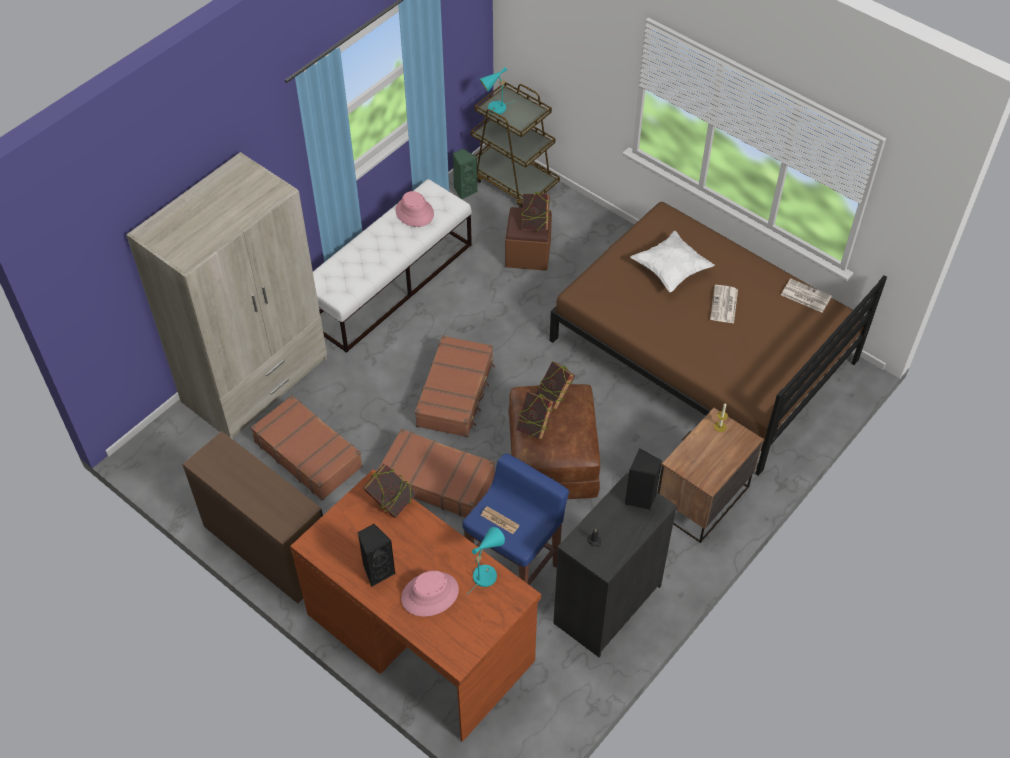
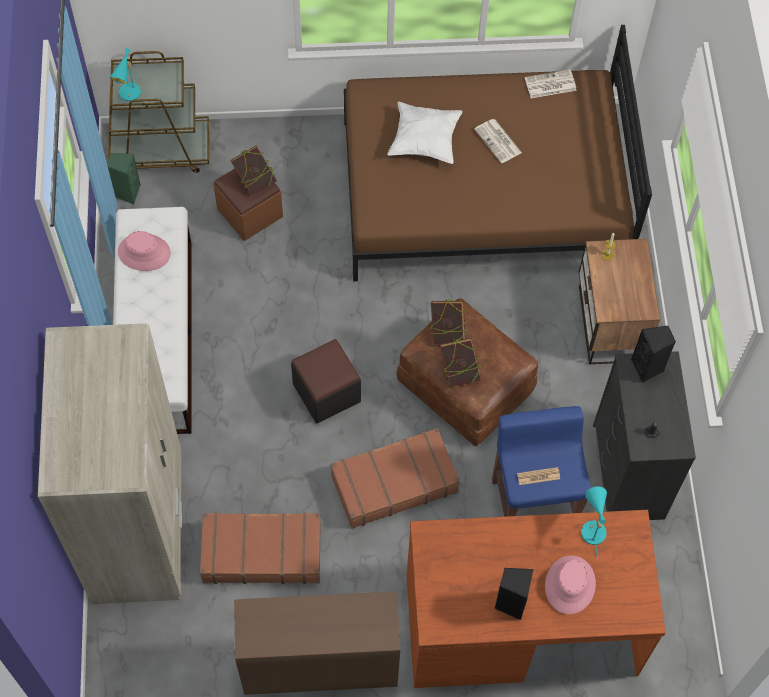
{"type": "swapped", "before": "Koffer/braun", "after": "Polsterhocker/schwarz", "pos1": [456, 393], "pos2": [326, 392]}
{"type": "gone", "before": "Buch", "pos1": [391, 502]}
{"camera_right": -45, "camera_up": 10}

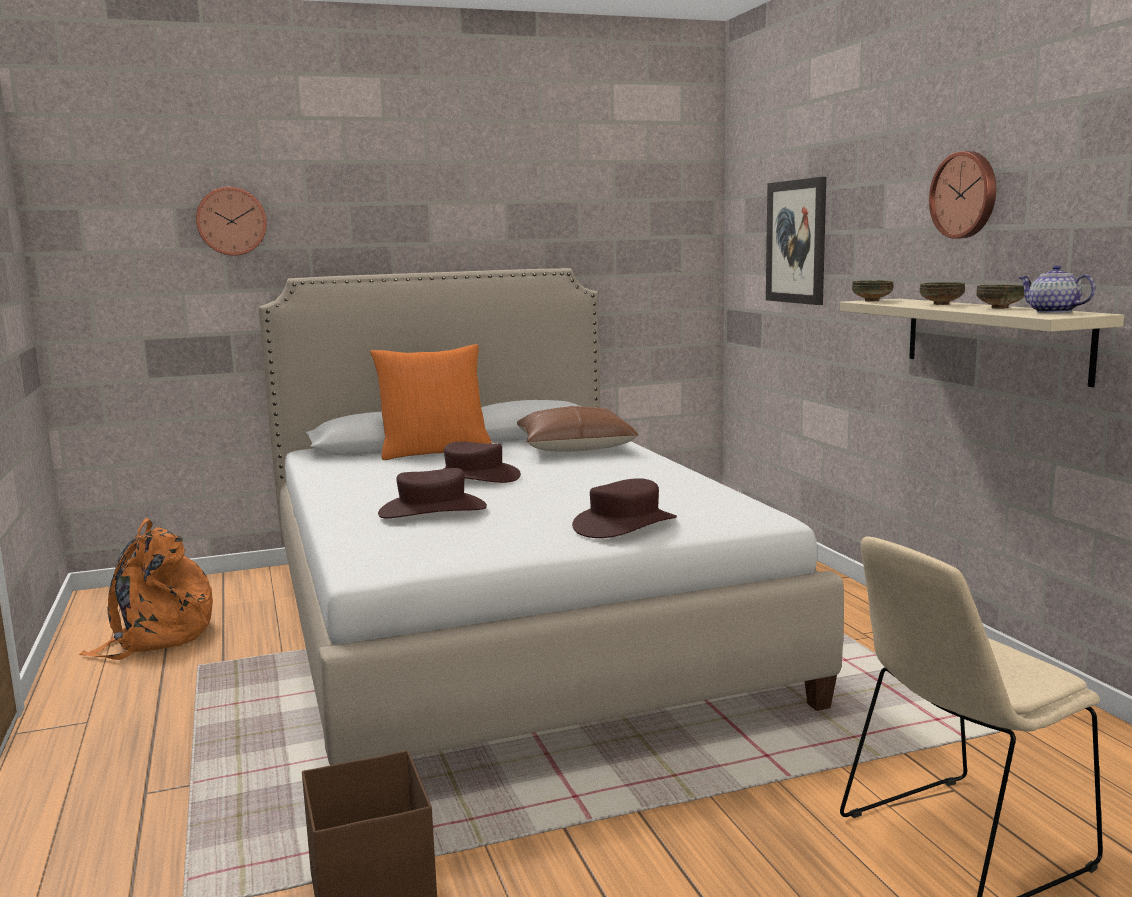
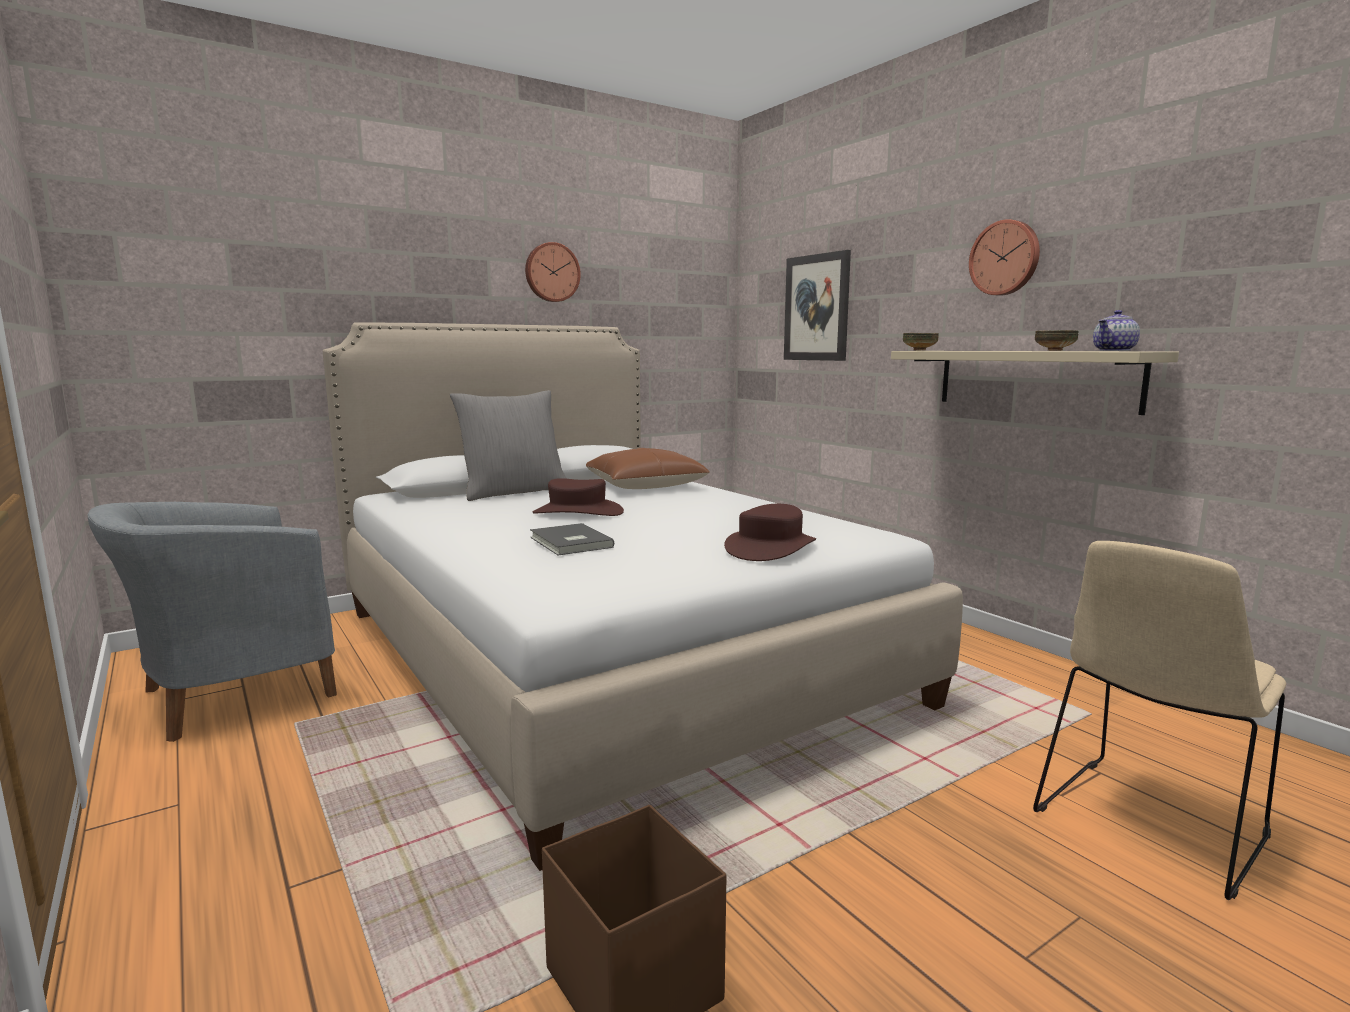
{"type": "shifted", "before": "Wanduhr", "pos1": [231, 221], "pos2": [551, 272]}
{"type": "rotated", "before": "Teekanne", "pos1": [1052, 312], "pos2": [1114, 350], "turn": -75}
{"type": "gone", "before": "Schüssel", "pos1": [942, 304]}
{"type": "repainted", "before": "Kissen/orange", "after": "Kissen/grau", "pos1": [434, 451], "pos2": [513, 492]}
{"type": "swapped", "before": "Hut/braun", "after": "Buch/grau", "pos1": [432, 510], "pos2": [569, 543]}
{"type": "swapped", "before": "Rucksack/orange", "after": "Sessel/grau", "pos1": [155, 636], "pos2": [230, 695]}
{"camera_right": -15, "camera_up": 0}

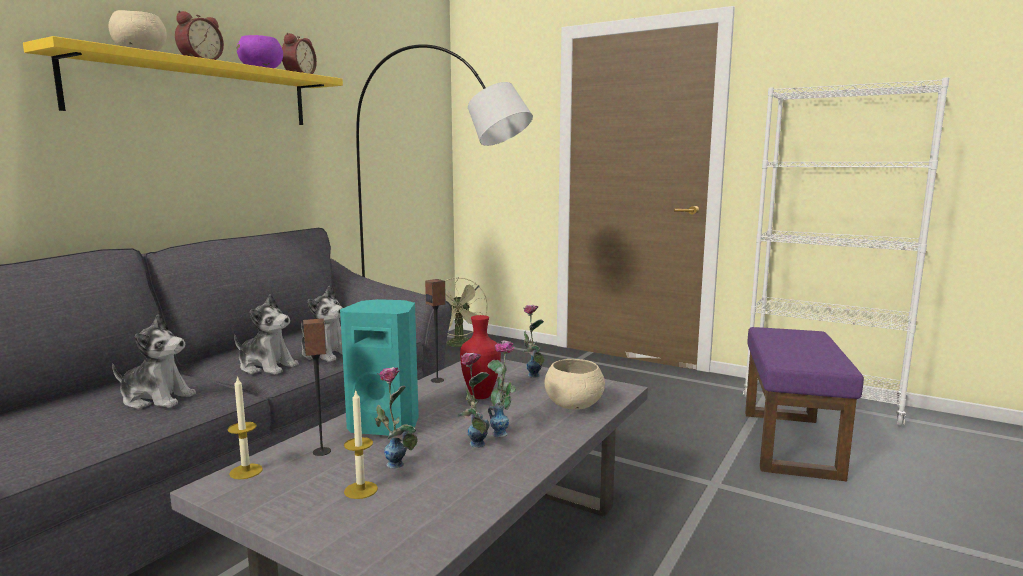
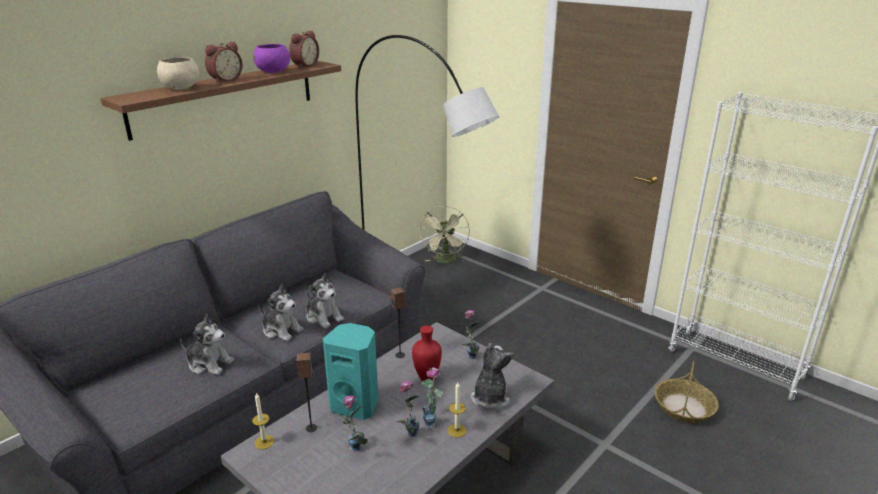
{"type": "repainted", "before": "Wandregal/gelb", "after": "Wandregal/braun", "pos1": [198, 92], "pos2": [225, 97]}
{"type": "swapped", "before": "Polsterhocker/lila", "after": "Korb", "pos1": [788, 442], "pos2": [683, 407]}
{"type": "swapped", "before": "Schüssel/beige", "after": "Plüschtier", "pos1": [573, 406], "pos2": [490, 397]}
{"type": "shifted", "before": "Kerze", "pos1": [361, 490], "pos2": [456, 430]}
{"camera_right": 10, "camera_up": 15}

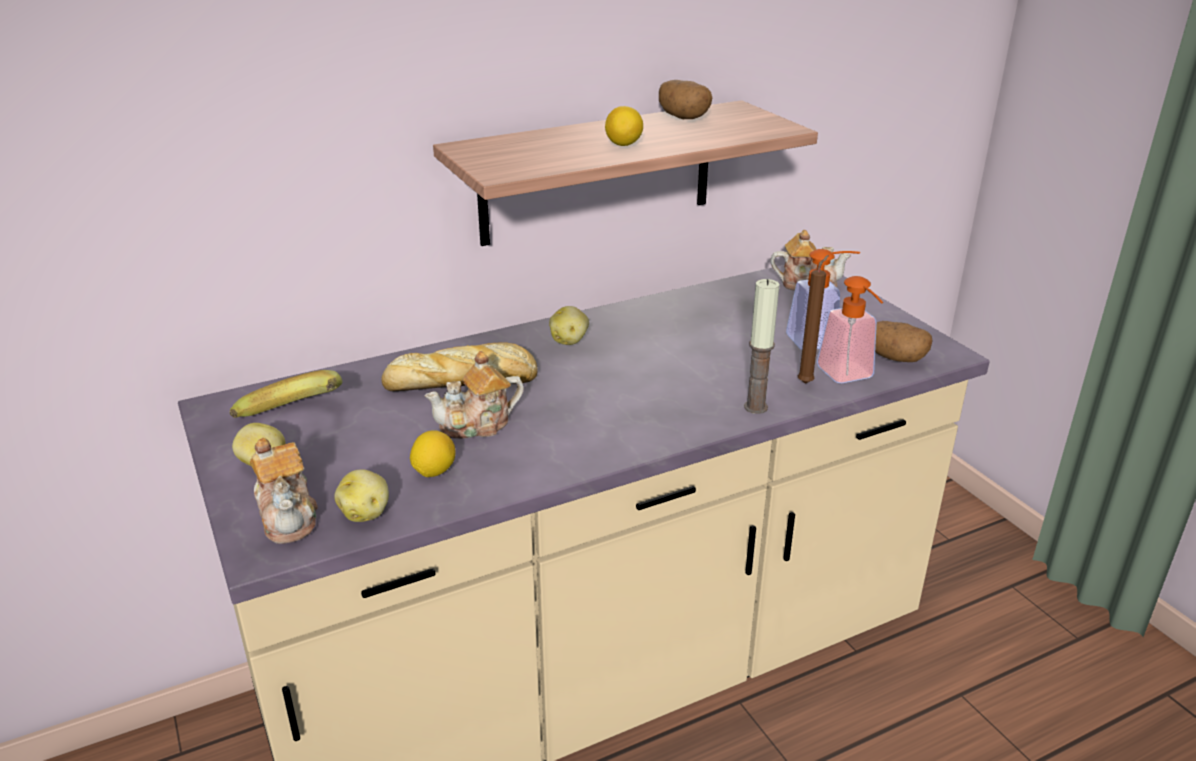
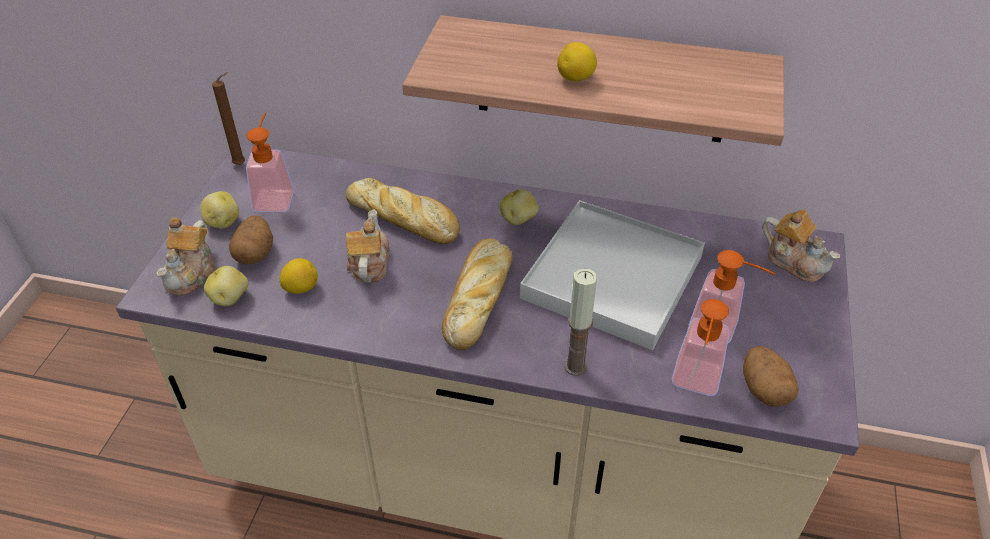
{"type": "shifted", "before": "Kartoffel", "pos1": [683, 118], "pos2": [255, 253]}
{"type": "shifted", "before": "Kerze/braun", "pos1": [807, 382], "pos2": [241, 164]}
{"type": "rotated", "before": "Teekanne", "pos1": [477, 425], "pos2": [369, 264], "turn": 75}
{"type": "swapped", "before": "Banane", "after": "Seifenspender", "pos1": [295, 420], "pos2": [275, 196]}
{"type": "new", "after": "Tablett/weiß", "pos2": [612, 278]}
{"type": "new", "after": "Brot", "pos2": [478, 297]}
{"camera_right": 40, "camera_up": 15}

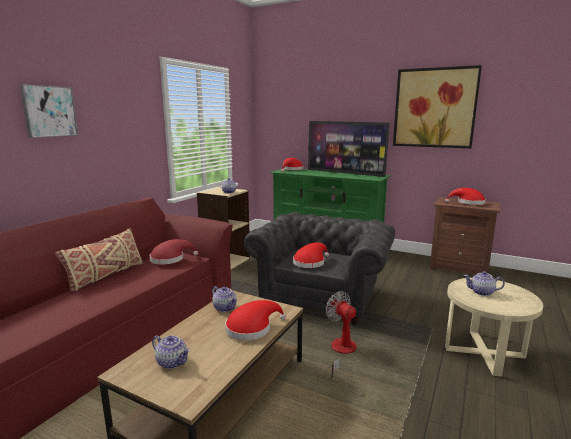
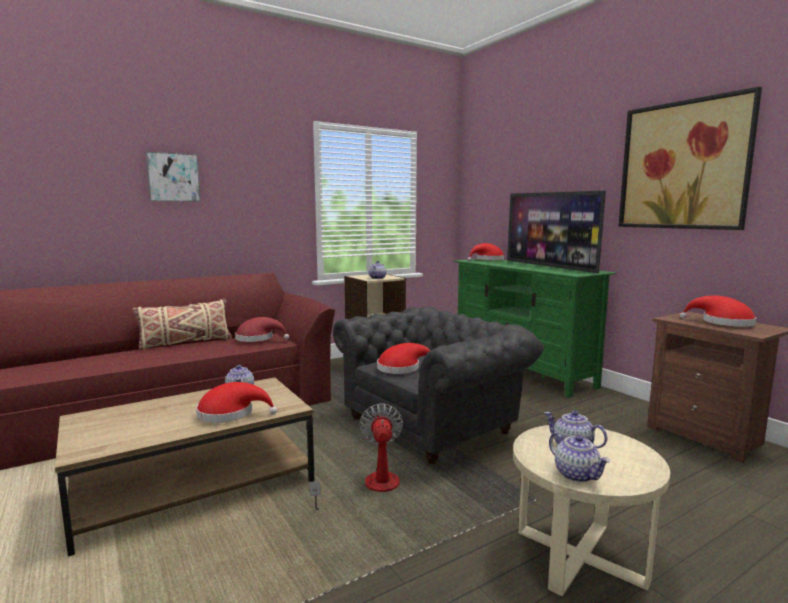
{"type": "shifted", "before": "Teekanne", "pos1": [172, 362], "pos2": [577, 475]}
{"camera_right": 30, "camera_up": -5}

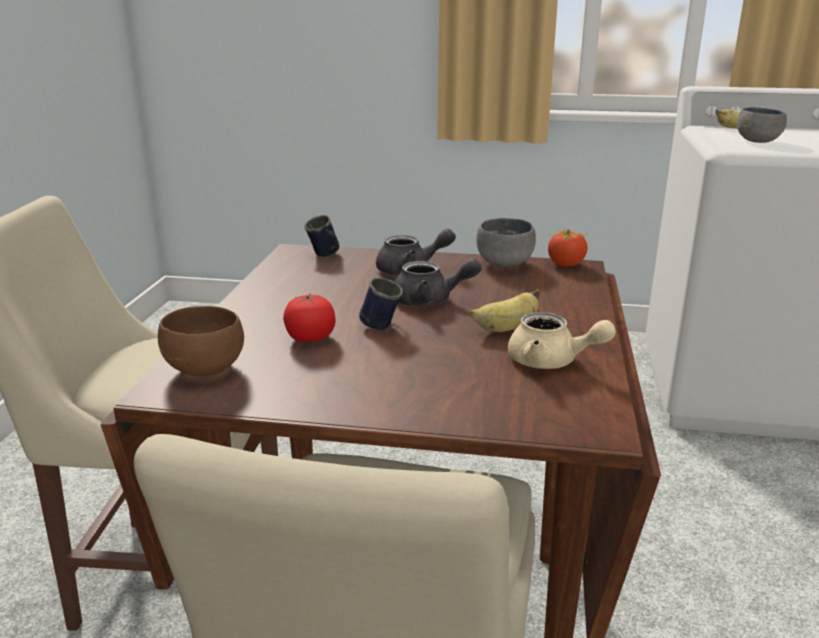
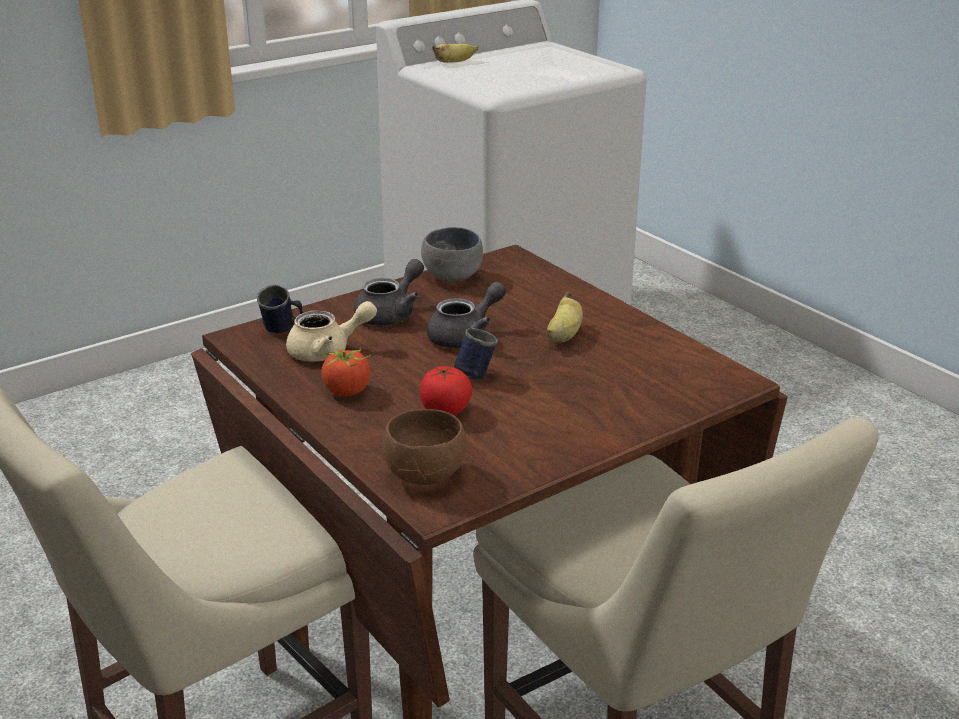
{"type": "gone", "before": "Schüssel/grau", "pos1": [759, 141]}
{"type": "shifted", "before": "Tomate", "pos1": [566, 264], "pos2": [347, 391]}
{"type": "shifted", "before": "Teekanne/beige", "pos1": [551, 362], "pos2": [328, 351]}
{"camera_right": -45, "camera_up": 5}

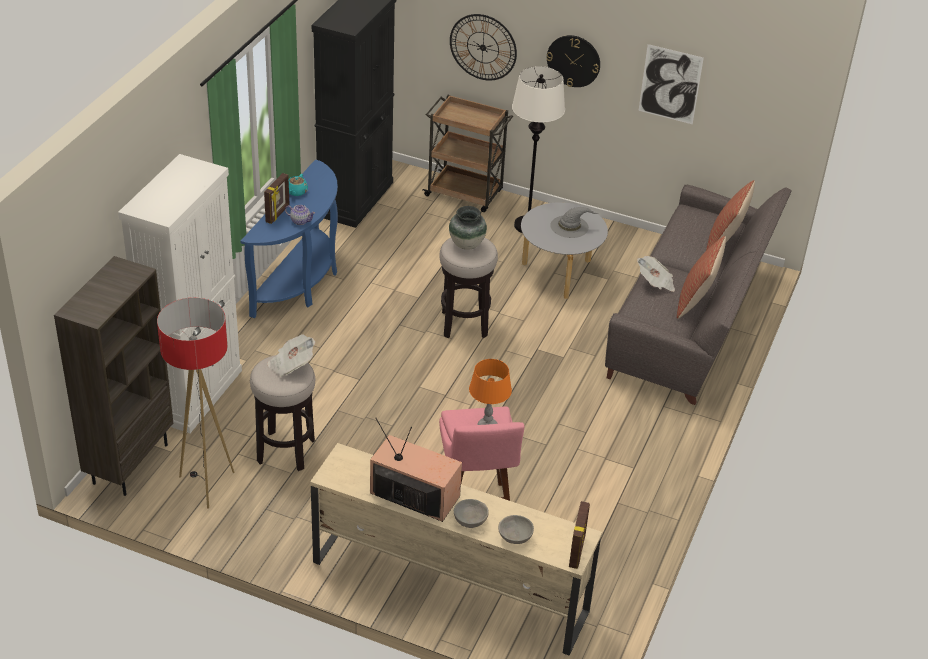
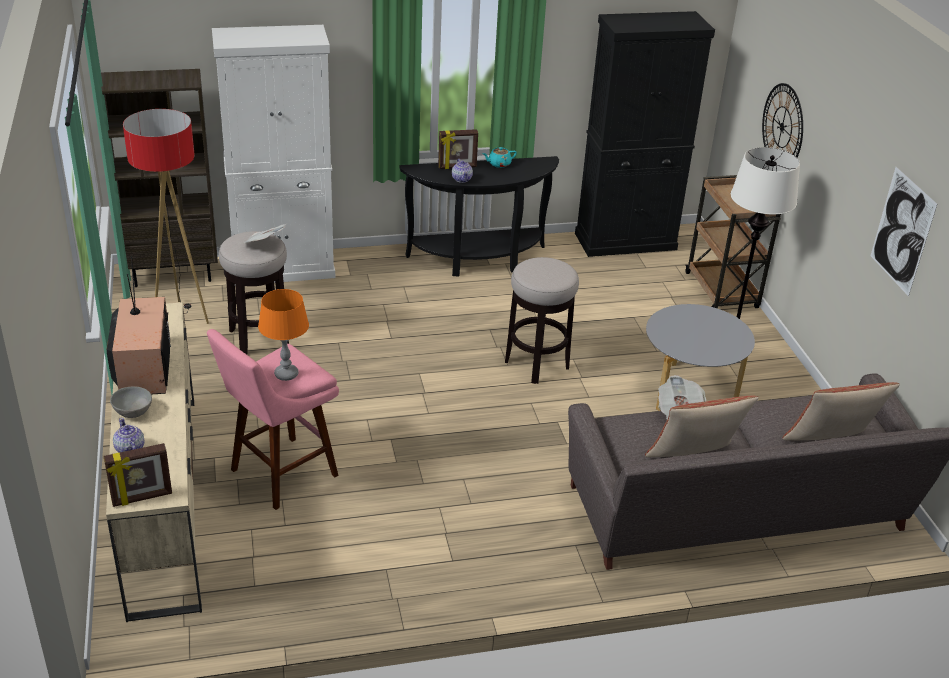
{"type": "gone", "before": "Wanduhr", "pos1": [573, 60]}
{"type": "repainted", "before": "Konsolentisch/blau", "after": "Konsolentisch/schwarz", "pos1": [301, 283], "pos2": [479, 260]}
{"type": "gone", "before": "Vase", "pos1": [467, 245]}
{"type": "gone", "before": "Hut/grau", "pos1": [570, 226]}
{"type": "swapped", "before": "Schüssel/grau", "after": "Teekanne", "pos1": [515, 538], "pos2": [129, 449]}
{"camera_right": 55, "camera_up": -5}

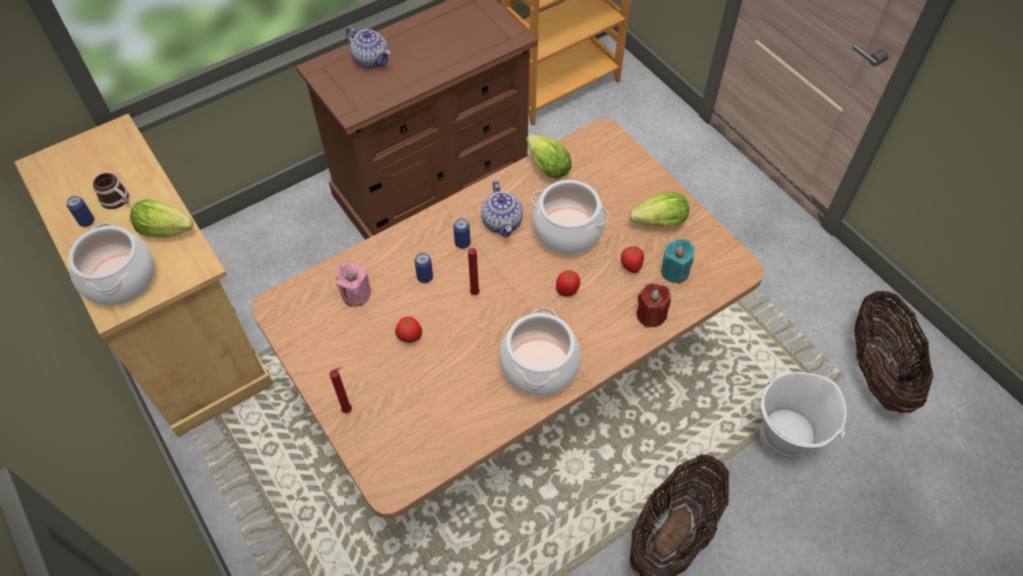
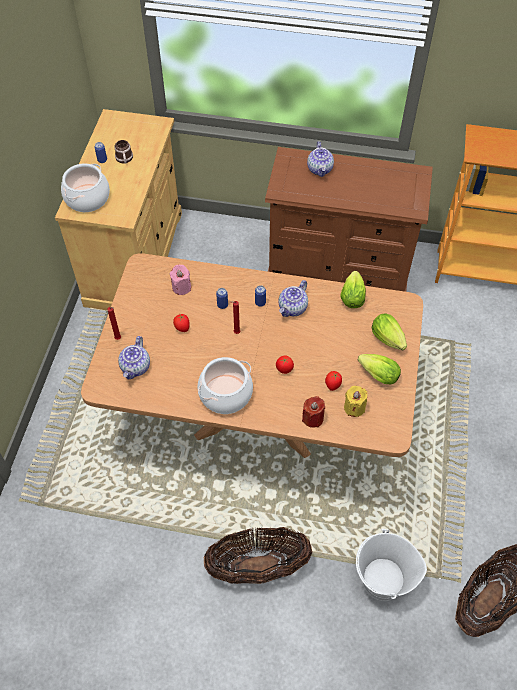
{"type": "gone", "before": "Kochtopf", "pos1": [568, 231]}
{"type": "shifted", "before": "Salatkopf", "pos1": [169, 231], "pos2": [389, 340]}
{"type": "repainted", "before": "Kerze/türkis", "after": "Kerze/gelb", "pos1": [675, 271], "pos2": [354, 407]}
{"type": "new", "after": "Teekanne", "pos2": [136, 367]}
{"camera_right": 45, "camera_up": 0}

